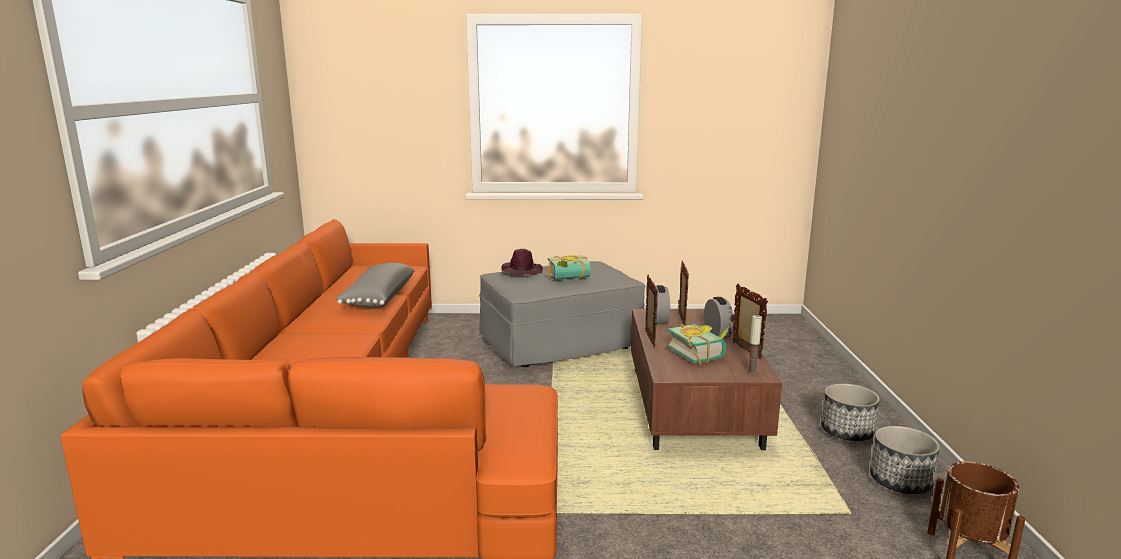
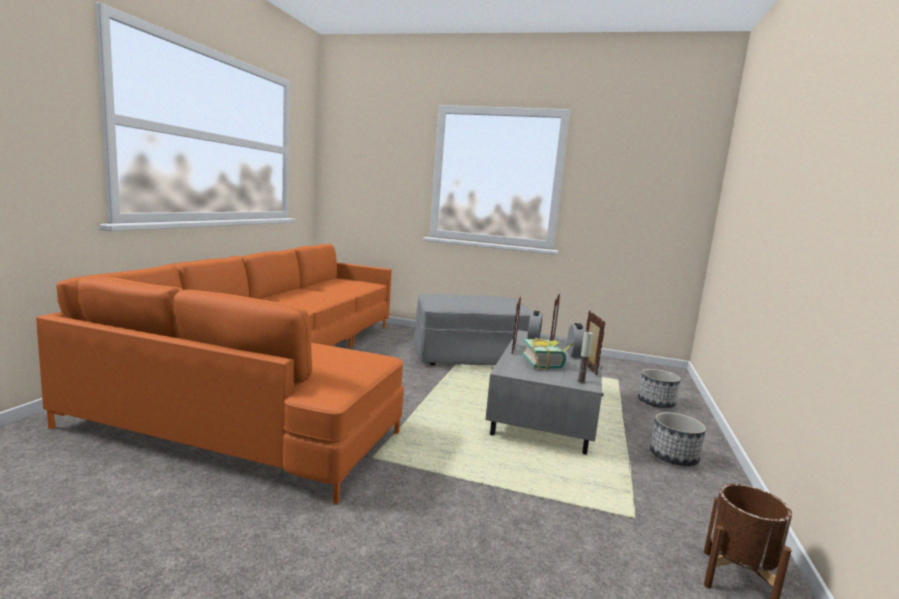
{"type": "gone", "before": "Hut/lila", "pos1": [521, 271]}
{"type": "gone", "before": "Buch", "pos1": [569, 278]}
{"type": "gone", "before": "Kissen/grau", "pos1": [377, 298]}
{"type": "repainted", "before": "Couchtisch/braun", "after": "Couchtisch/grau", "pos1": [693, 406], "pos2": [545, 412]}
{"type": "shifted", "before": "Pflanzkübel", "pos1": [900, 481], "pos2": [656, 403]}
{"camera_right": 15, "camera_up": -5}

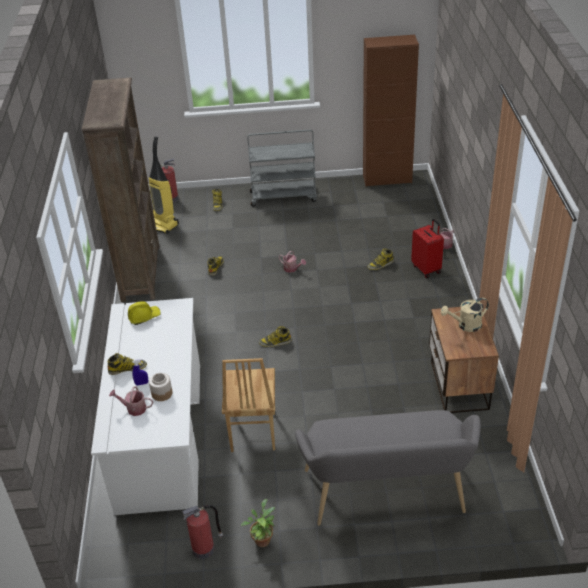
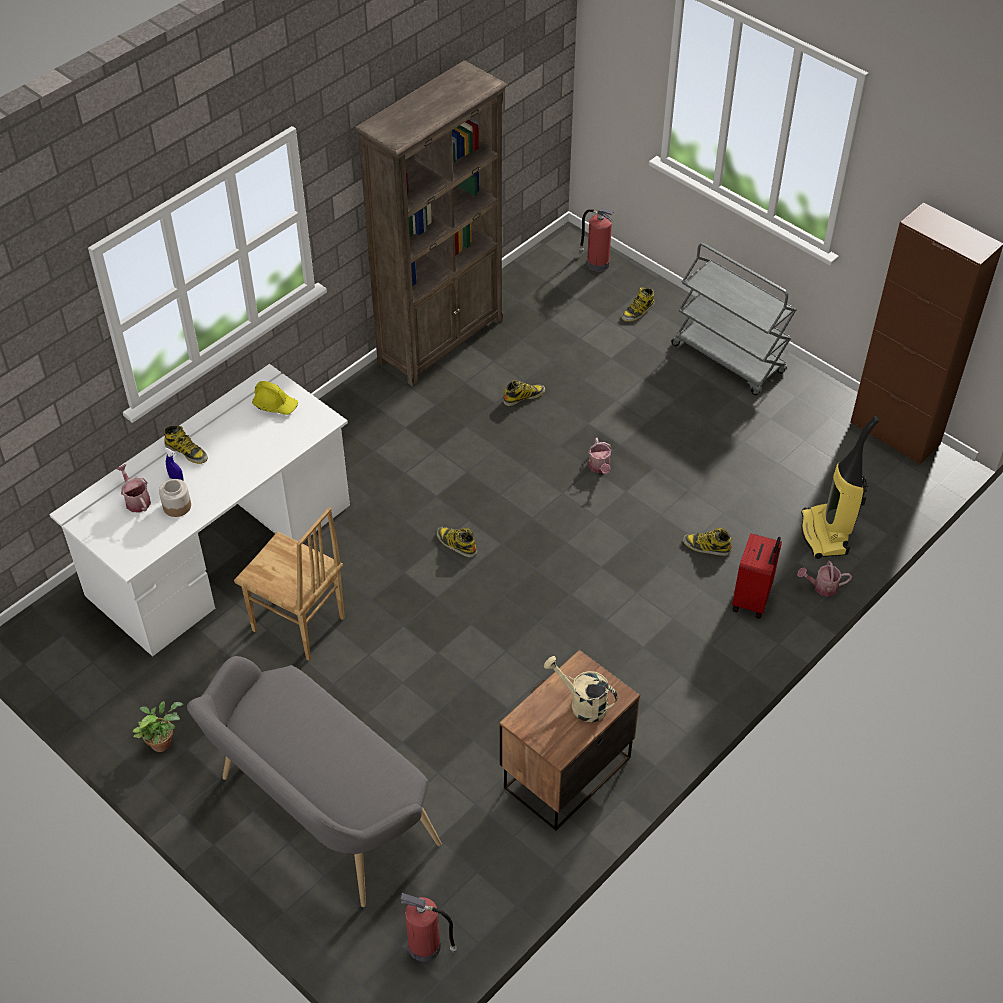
{"type": "shifted", "before": "Staubsauger", "pos1": [161, 224], "pos2": [826, 534]}
{"type": "rotated", "before": "Stuhl/braun", "pos1": [252, 432], "pos2": [298, 626], "turn": -105}
{"type": "shifted", "before": "Feuerlöscher", "pos1": [204, 548], "pos2": [426, 946]}
{"camera_right": 45, "camera_up": 10}

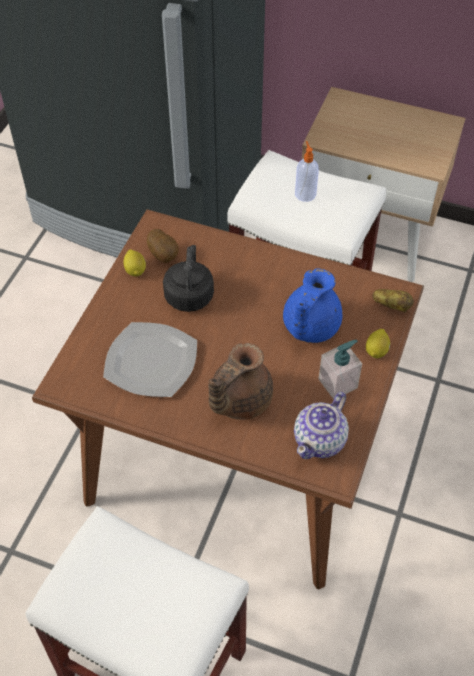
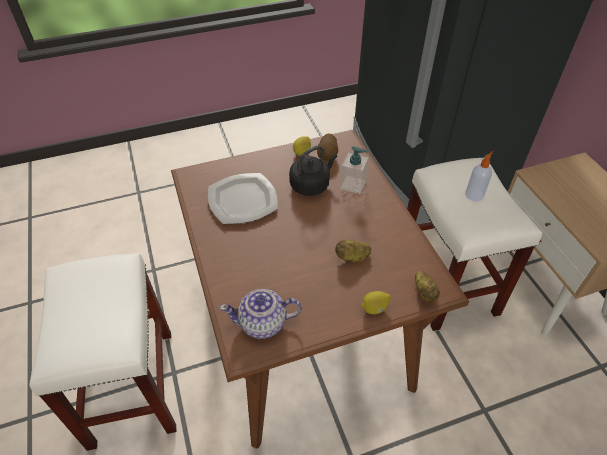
{"type": "swapped", "before": "Teekanne/blau", "after": "Kartoffel", "pos1": [309, 327], "pos2": [352, 257]}
{"type": "shifted", "before": "Seifenspender", "pos1": [338, 383], "pos2": [353, 184]}
{"type": "gone", "before": "Teekanne/braun", "pos1": [238, 400]}
{"camera_right": 50, "camera_up": -5}

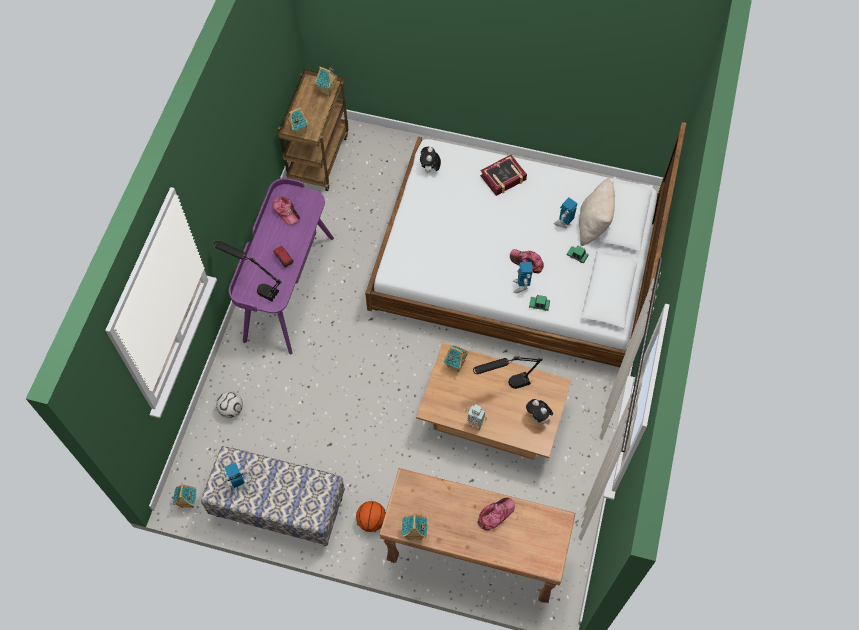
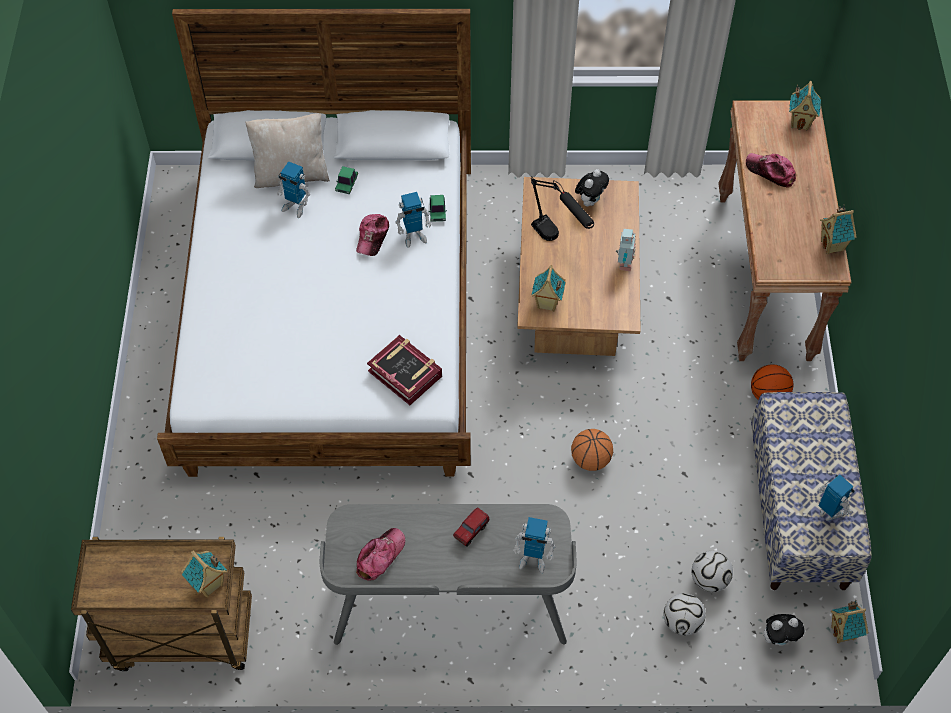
{"type": "shifted", "before": "Spielzeughaus", "pos1": [328, 91], "pos2": [800, 122]}
{"type": "shifted", "before": "Plüschtier", "pos1": [430, 169], "pos2": [779, 638]}
{"type": "shifted", "before": "Buch", "pos1": [503, 178], "pos2": [405, 373]}
{"type": "repainted", "before": "Schreibtisch/lila", "after": "Schreibtisch/grau", "pos1": [288, 288], "pos2": [450, 606]}
{"type": "swapped", "before": "Tischlampe/schwarz", "after": "Spielzeugroboter", "pos1": [255, 286], "pos2": [533, 558]}
{"type": "new", "after": "Basketball", "pos2": [590, 459]}
{"type": "new", "after": "Fußball", "pos2": [709, 580]}
{"camera_right": -105, "camera_up": -5}

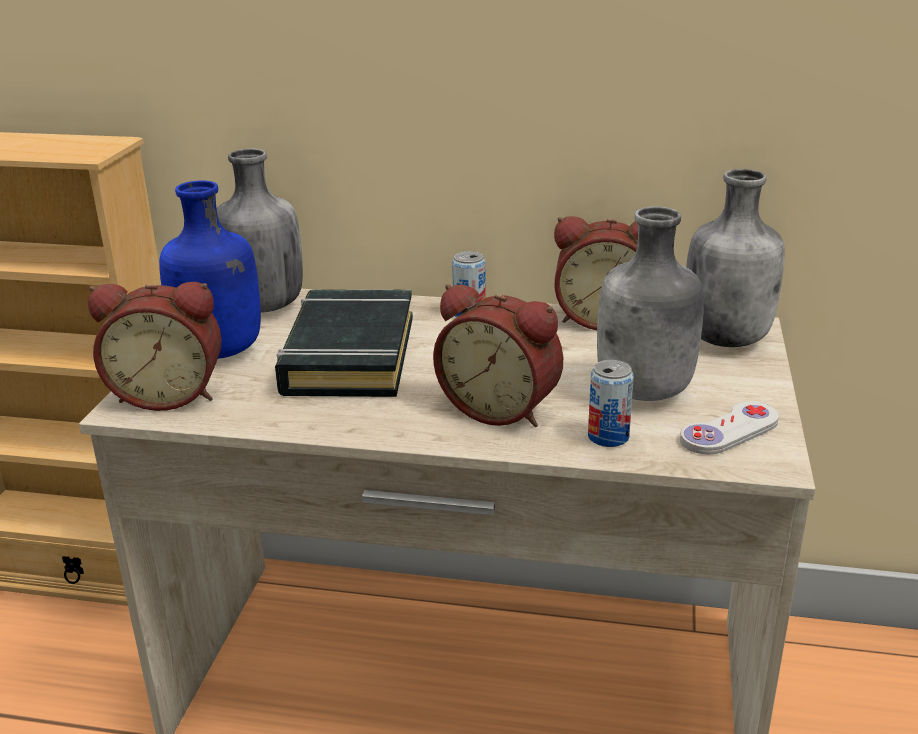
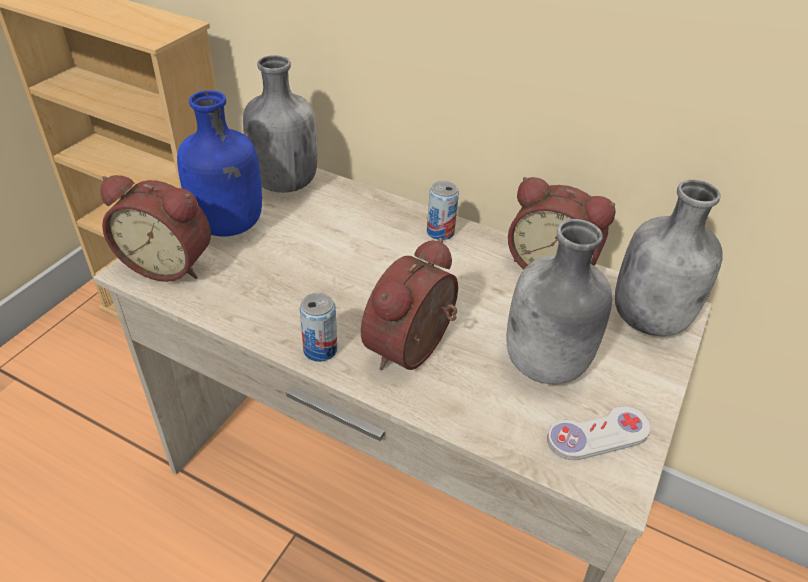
{"type": "rotated", "before": "Wecker", "pos1": [501, 408], "pos2": [414, 350], "turn": 75}
{"type": "gone", "before": "Buch/schwarz", "pos1": [349, 354]}
{"type": "shifted", "before": "Dose", "pos1": [608, 437], "pos2": [320, 349]}
{"camera_right": 15, "camera_up": 15}

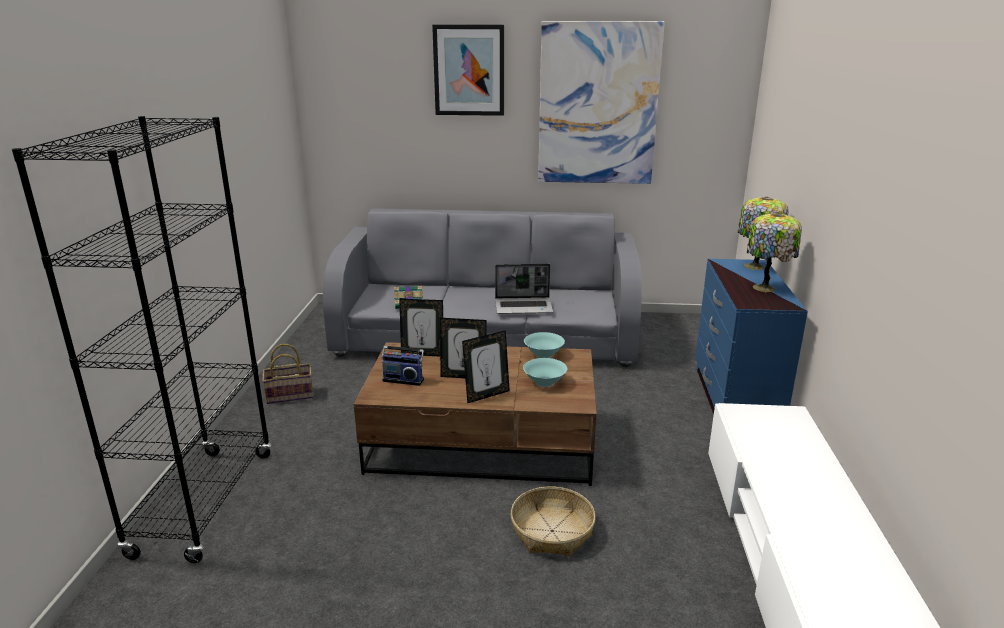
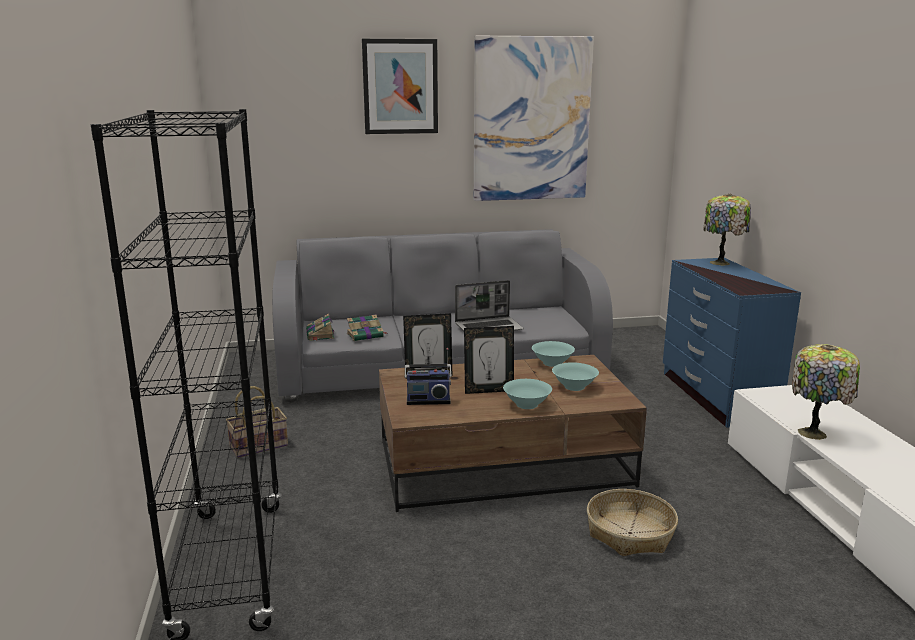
{"type": "shifted", "before": "Tischlampe", "pos1": [765, 288], "pos2": [815, 434]}
{"type": "swapped", "before": "Bilderrahmen", "after": "Schüssel/türkis", "pos1": [486, 395], "pos2": [527, 404]}
{"type": "new", "after": "Buch", "pos2": [320, 335]}
{"camera_right": -15, "camera_up": -5}

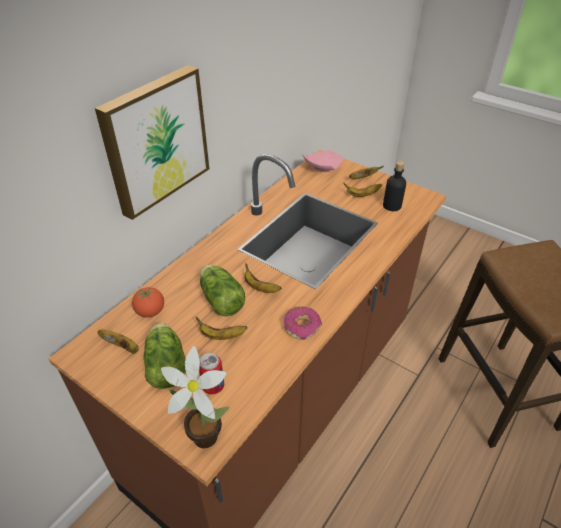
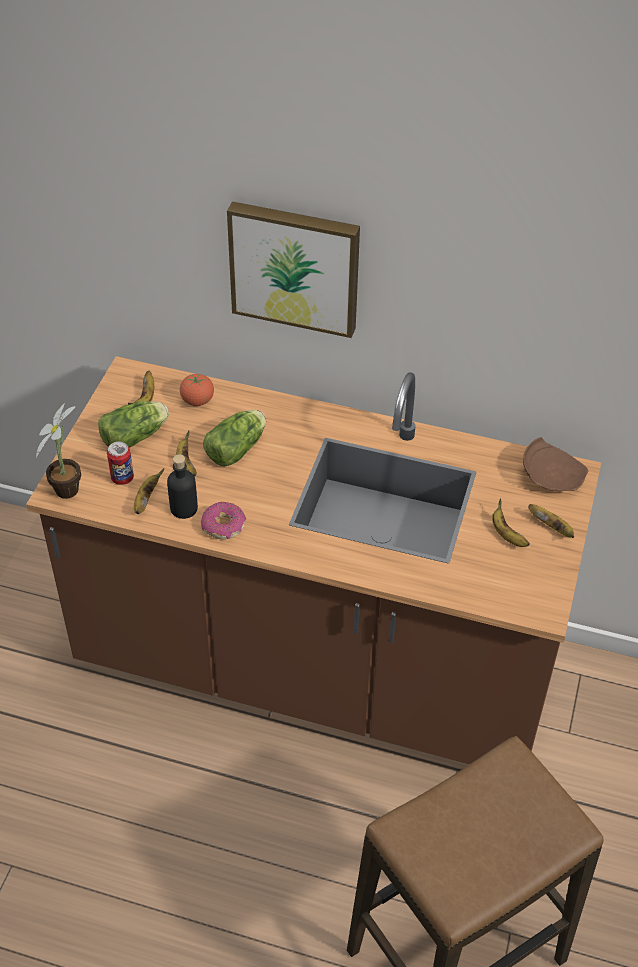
{"type": "repainted", "before": "Teller/rosa", "after": "Teller/braun", "pos1": [322, 167], "pos2": [551, 476]}
{"type": "shifted", "before": "Flasche/schwarz", "pos1": [392, 206], "pos2": [184, 508]}
{"type": "shifted", "before": "Banane", "pos1": [260, 288], "pos2": [146, 500]}
{"camera_right": 70, "camera_up": 5}

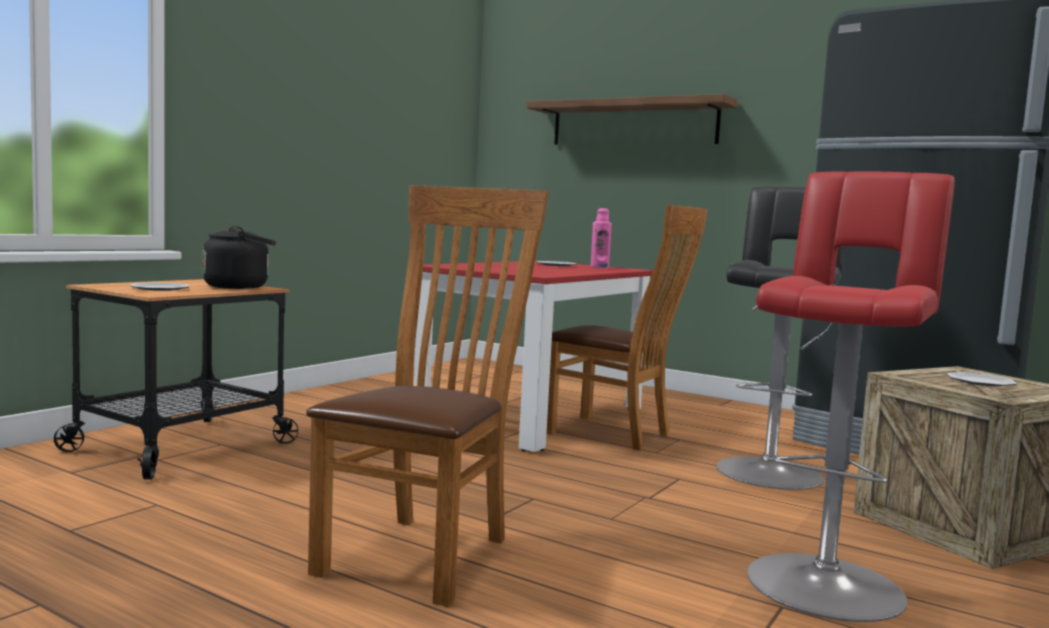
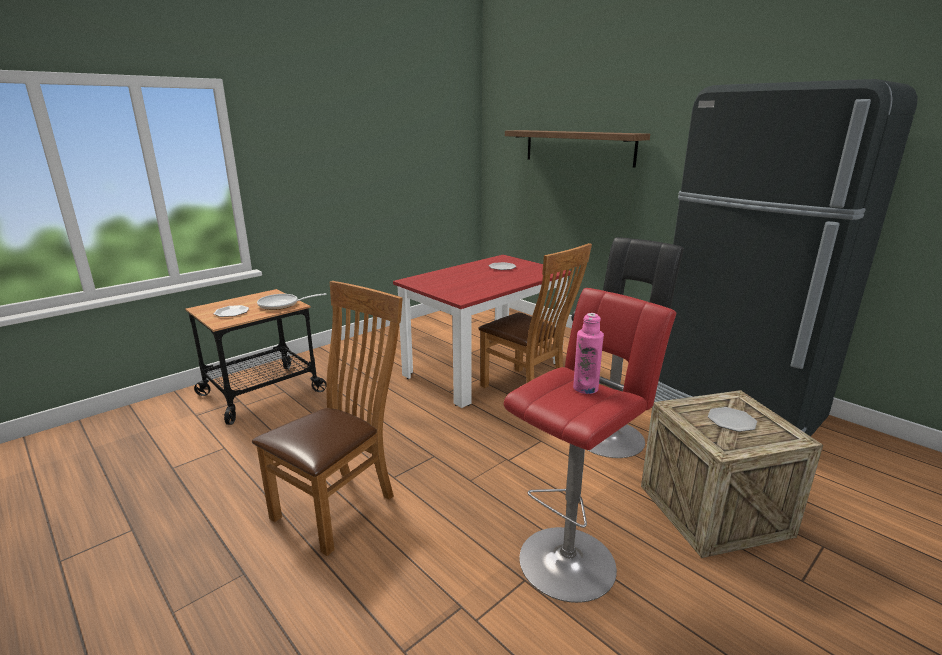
{"type": "shifted", "before": "Flasche/rosa", "pos1": [599, 267], "pos2": [585, 388]}
{"type": "swapped", "before": "Wasserkessel/schwarz", "after": "Pfanne", "pos1": [240, 287], "pos2": [282, 305]}
{"camera_right": 15, "camera_up": 15}

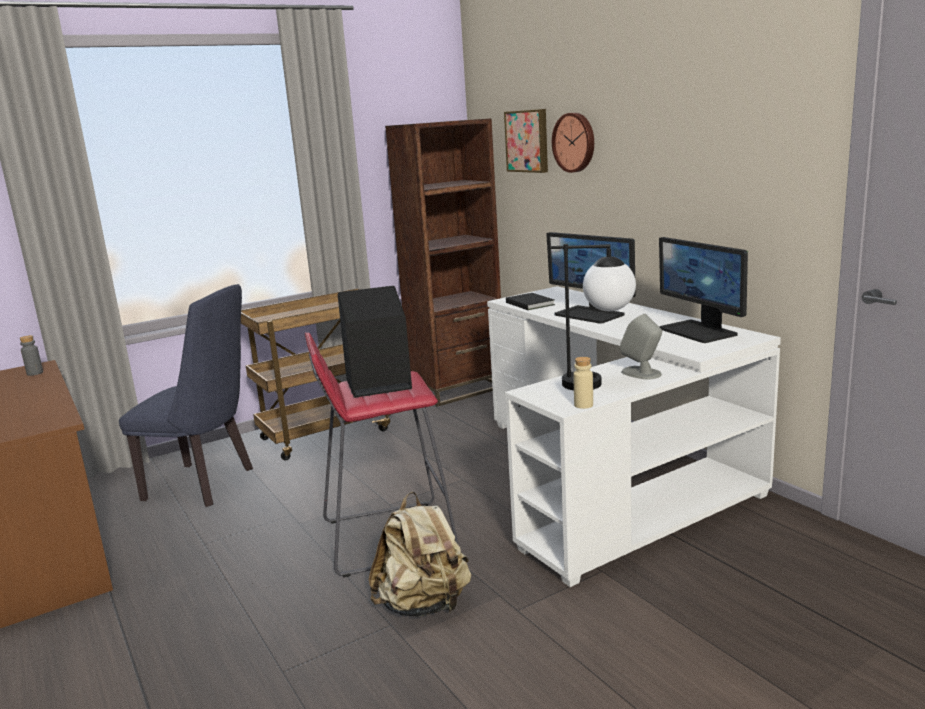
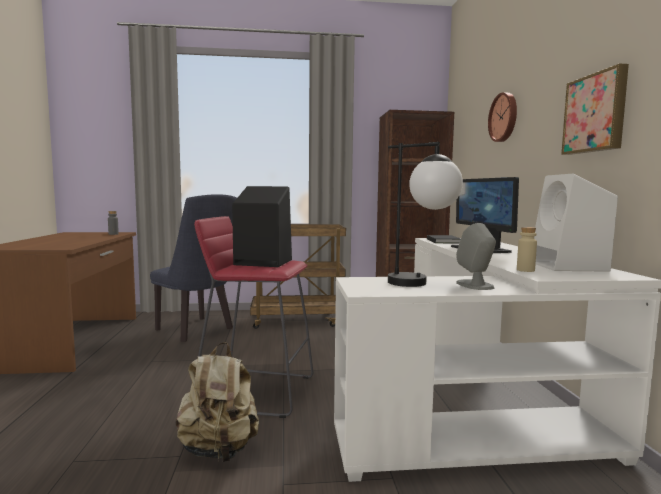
{"type": "shifted", "before": "Bild", "pos1": [528, 141], "pos2": [596, 113]}
{"type": "swapped", "before": "Monitor", "after": "Lautsprecher/weiß", "pos1": [699, 331], "pos2": [568, 266]}
{"type": "shifted", "before": "Flasche/beige", "pos1": [583, 405], "pos2": [525, 270]}
{"camera_right": 25, "camera_up": -10}

